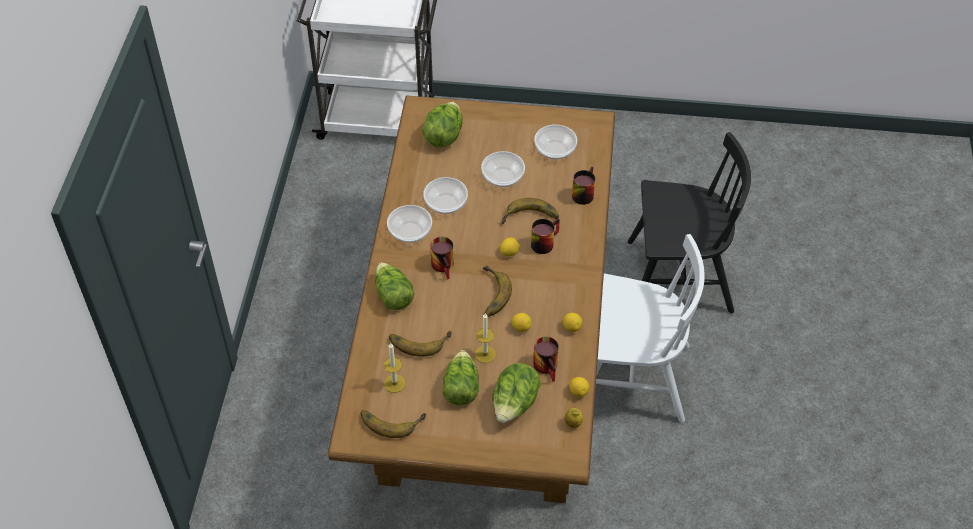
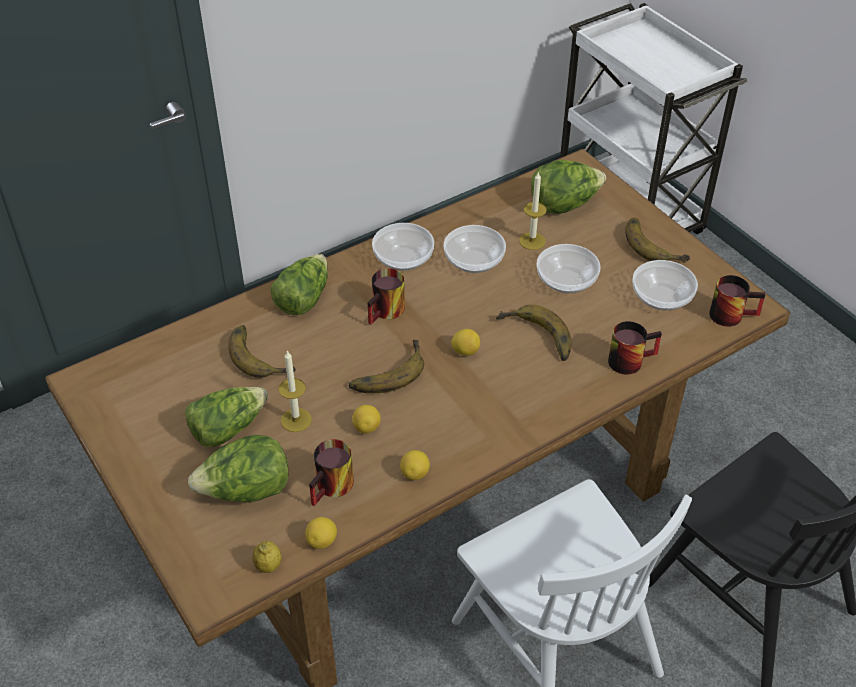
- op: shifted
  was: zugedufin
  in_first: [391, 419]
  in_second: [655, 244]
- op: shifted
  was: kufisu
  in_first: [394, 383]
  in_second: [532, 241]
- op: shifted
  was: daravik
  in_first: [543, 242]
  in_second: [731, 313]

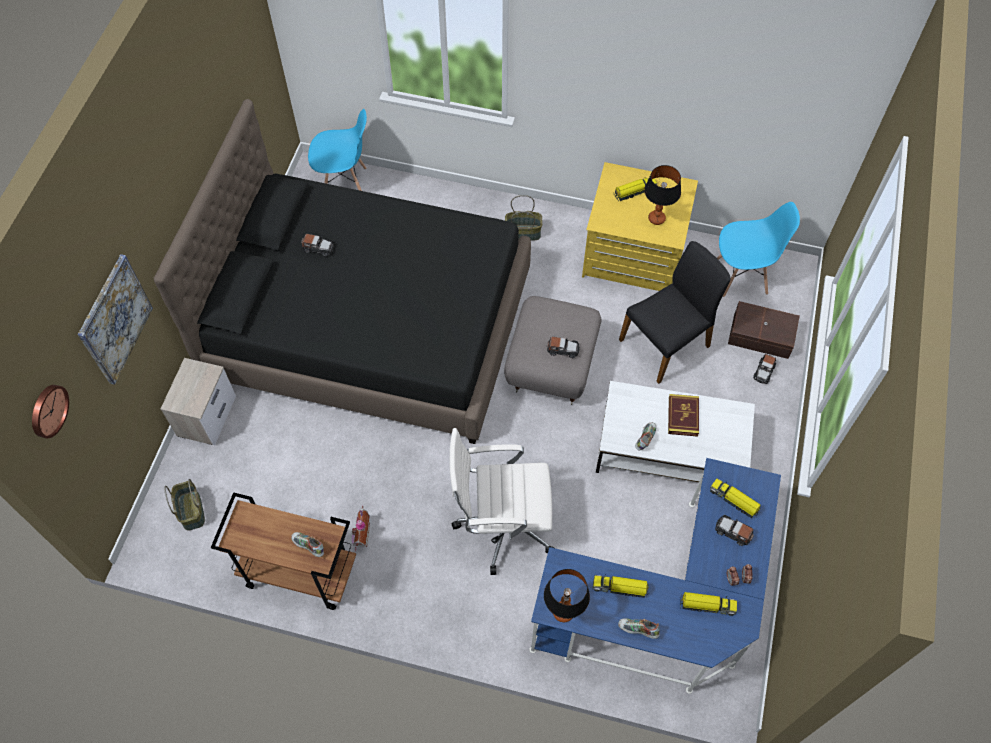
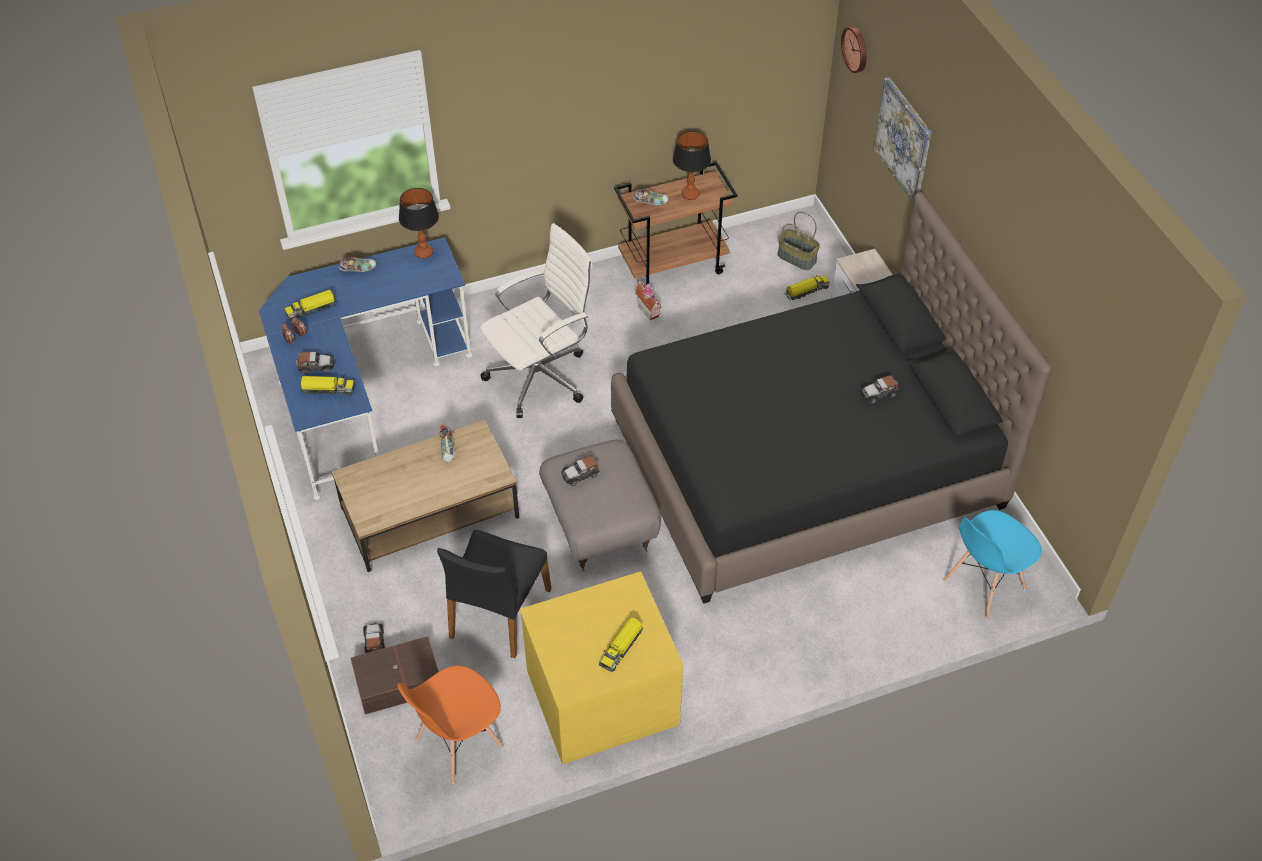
- op: gone
  was: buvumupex
  in_first: [523, 232]
- op: shifted
  was: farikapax
  in_first: [620, 587]
  in_second: [806, 291]
- op: repainted
  was: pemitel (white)
  now: pemitel (brown)
  in_first: [669, 450]
  in_second: [431, 512]
- op: shifted
  was: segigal
  in_first: [657, 218]
  in_second: [690, 195]
- op: gone
  was: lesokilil
  in_first: [683, 416]
- op: repainted
  was: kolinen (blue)
  now: kolinen (orange)
  in_first: [741, 277]
  in_second: [458, 743]

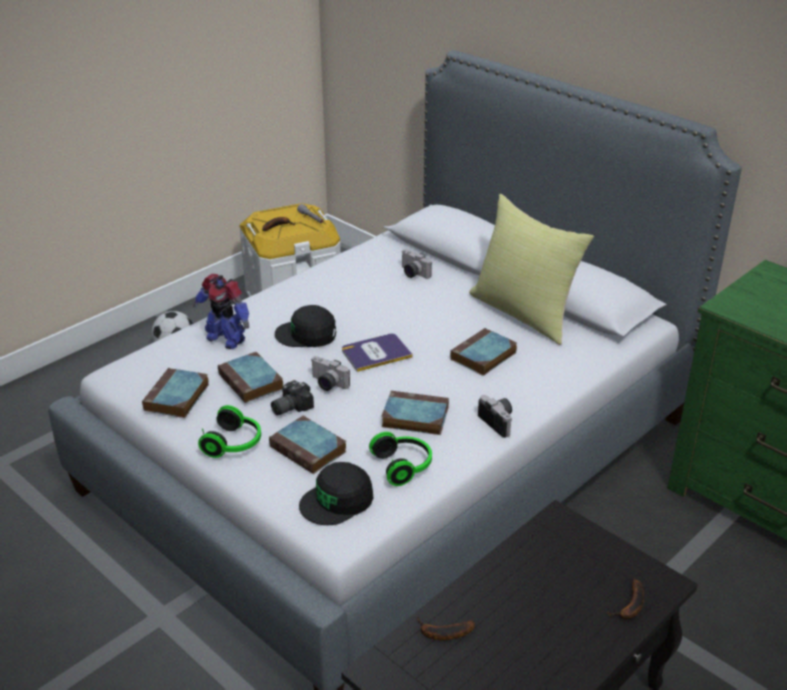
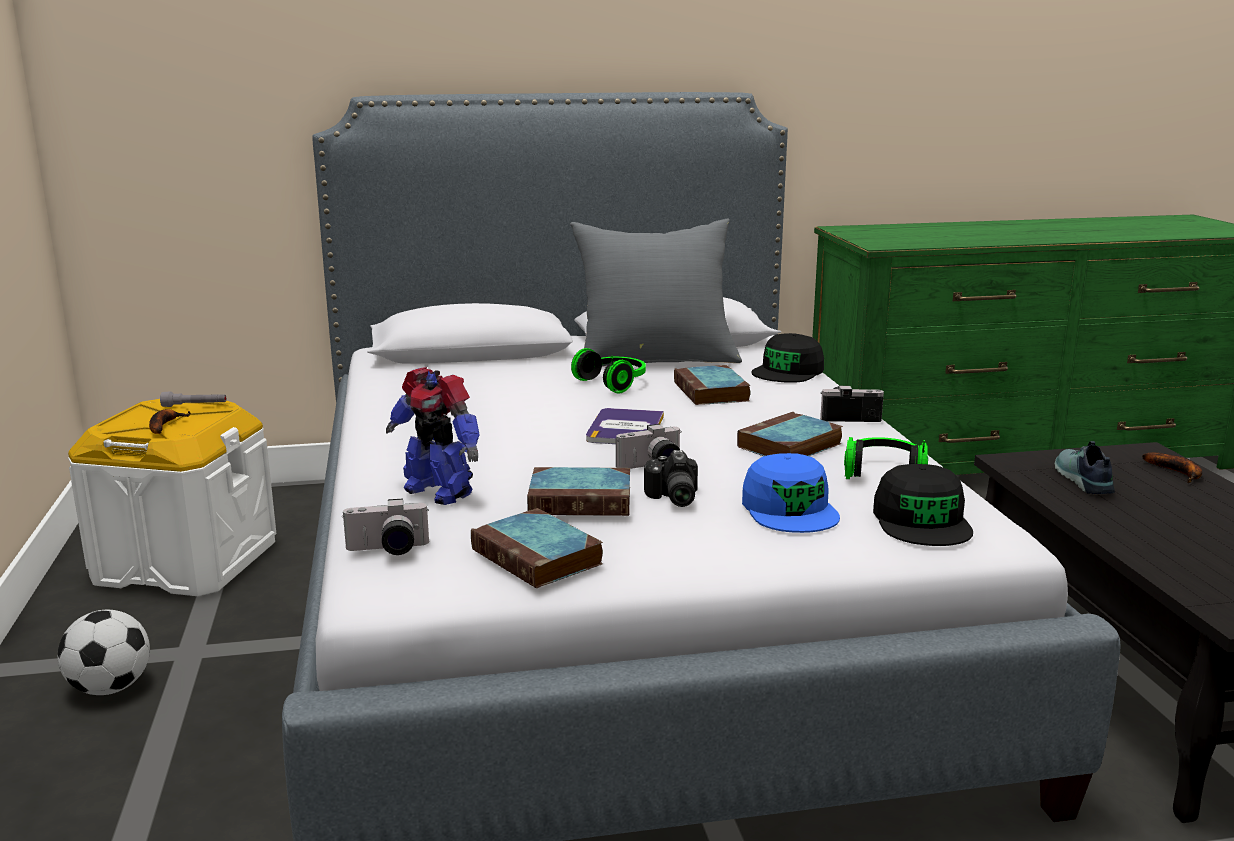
- op: rotated
  was: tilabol
  in_first: [226, 339]
  in_second: [438, 491]
  clockwise: 60
- op: shifted
  was: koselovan
  in_first: [235, 444]
  in_second: [614, 383]
- op: swapped
  was: lesokilil
  now: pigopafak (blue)
  in_first: [309, 449]
  in_second: [790, 509]
- op: shifted
  was: pigopafak (black)
  in_first: [307, 334]
  in_second: [788, 371]
- op: shifted
  was: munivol
  in_first: [412, 273]
  in_second: [388, 550]
- op: gone
  was: zugedufin
  in_first: [442, 633]
- op: repainted
  was: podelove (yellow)
  now: podelove (grey)
  in_first: [525, 313]
  in_second: [655, 359]
- op: new
  now: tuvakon
  in_second: [1081, 479]

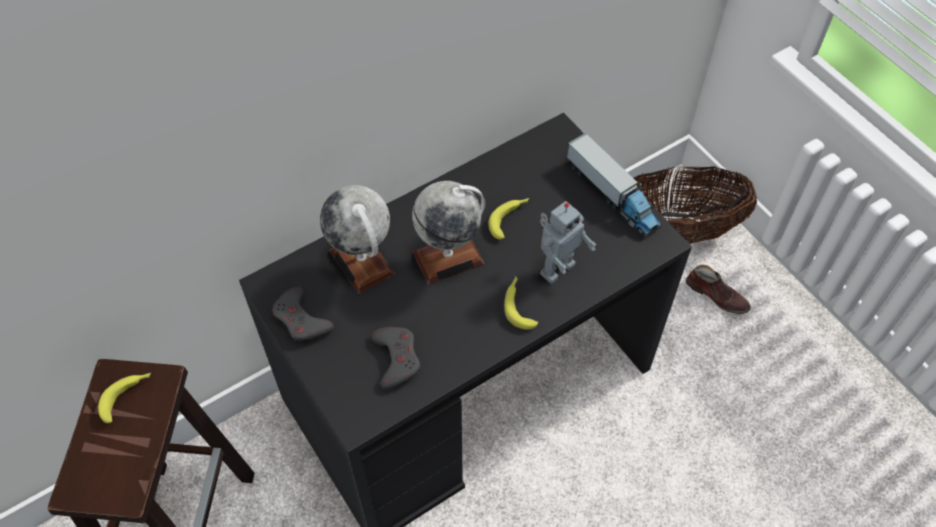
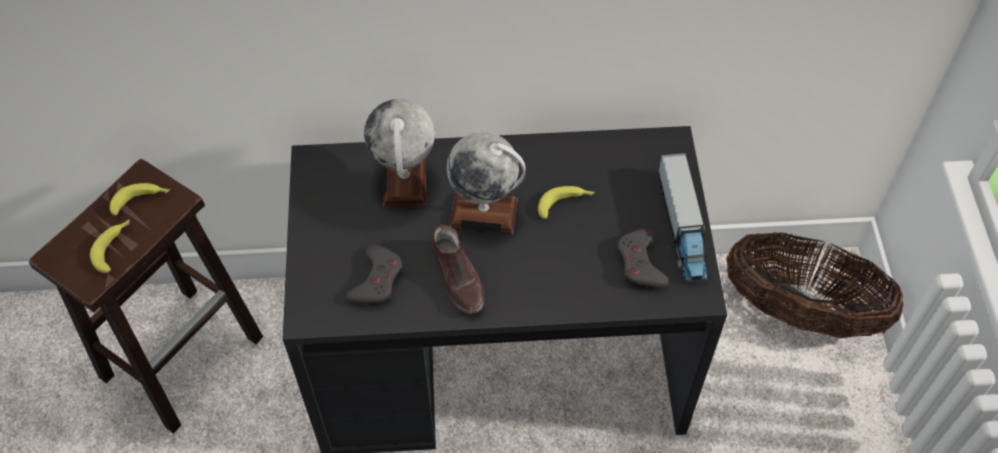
- op: shifted
  was: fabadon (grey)
  in_first: [301, 320]
  in_second: [640, 263]
- op: shifted
  was: zugedufin
  in_first: [519, 305]
  in_second: [114, 247]
- op: gone
  was: tilabol
  in_first: [556, 268]
- op: shifted
  was: tuvakon (brown)
  in_first: [717, 295]
  in_second: [459, 278]

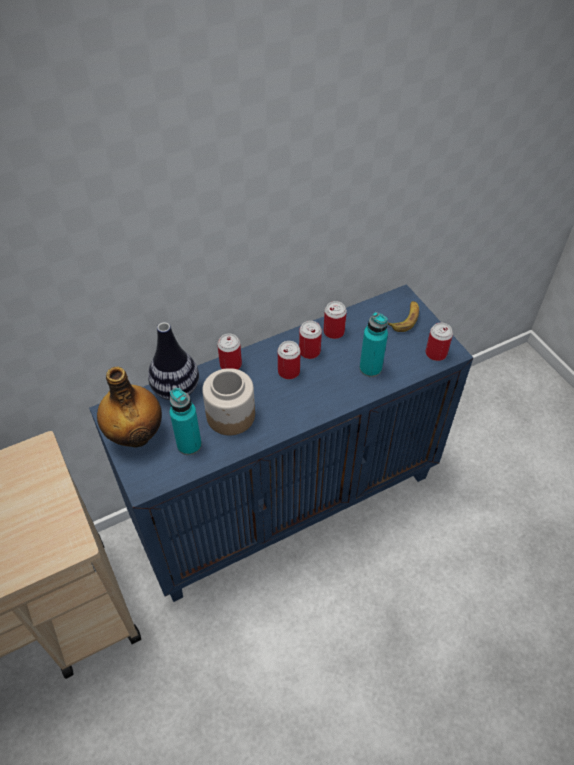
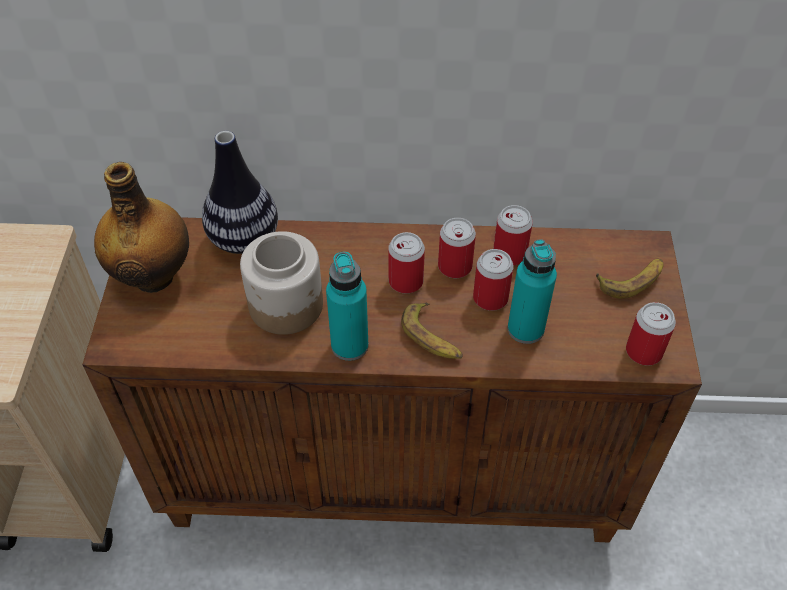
- op: repainted
  was: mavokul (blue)
  now: mavokul (brown)
  in_first: [287, 500]
  in_second: [396, 472]
- op: shifted
  was: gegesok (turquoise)
  in_first: [189, 445]
  in_second: [349, 345]
- op: shifted
  was: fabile
  in_first: [230, 364]
  in_second: [490, 298]
- op: new
  now: zugedufin
  in_second: [432, 337]

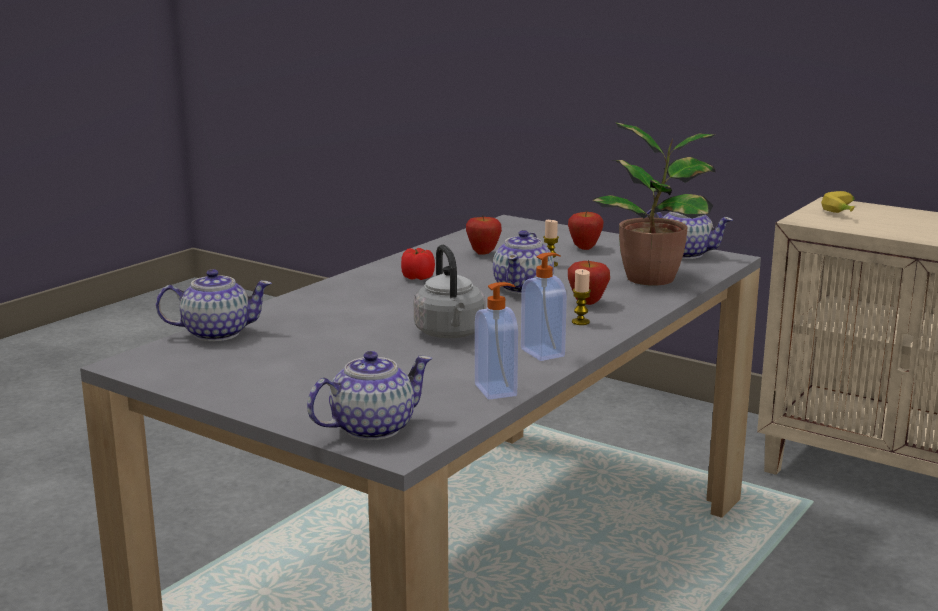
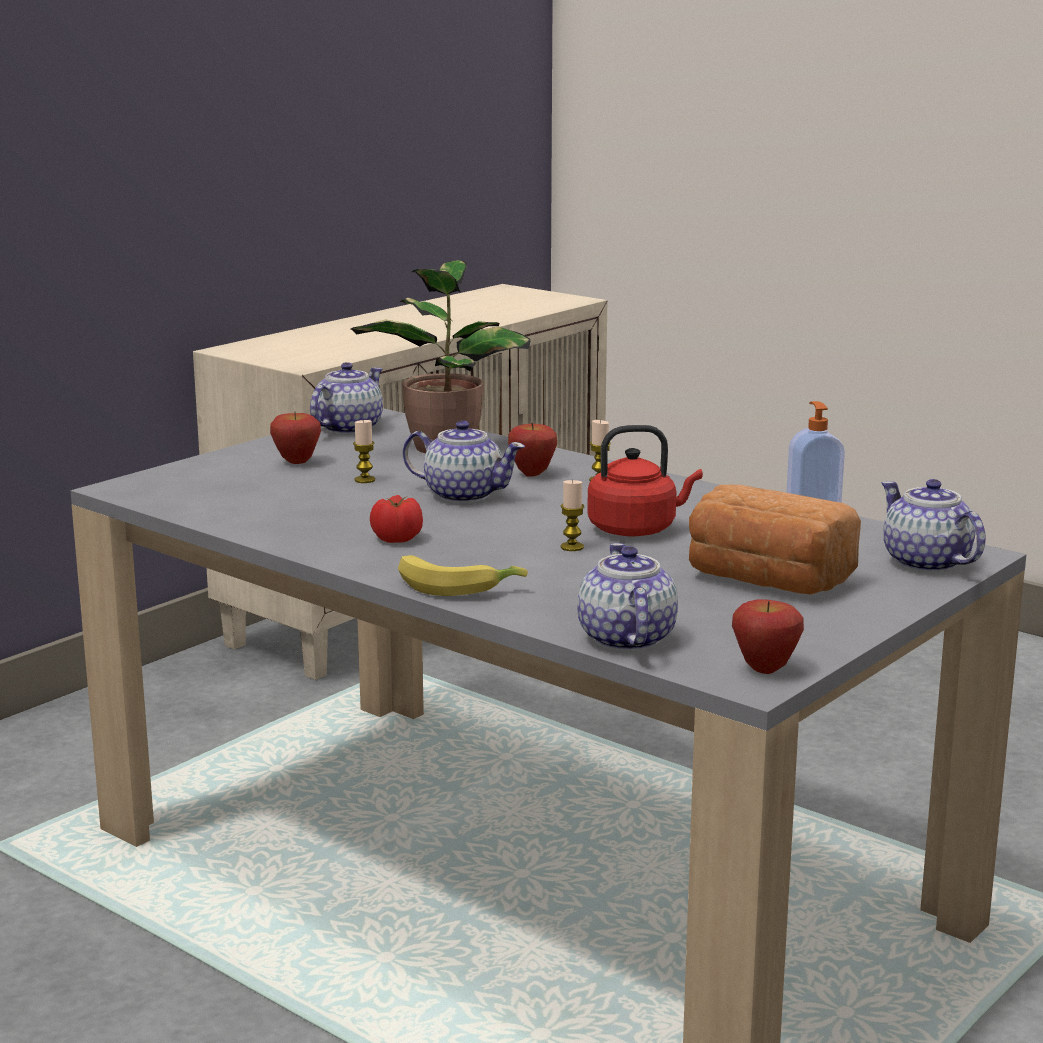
- op: repainted
  was: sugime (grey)
  now: sugime (red)
  in_first: [450, 334]
  in_second: [636, 529]
- op: shifted
  was: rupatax
  in_first: [483, 253]
  in_second: [765, 669]
- op: gone
  was: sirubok
  in_first: [544, 353]
- op: shifted
  was: zugedufin
  in_first: [844, 211]
  in_second: [456, 586]
- op: new
  now: kufisu
  in_second: [572, 547]
- op: new
  now: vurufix
  in_second: [765, 580]

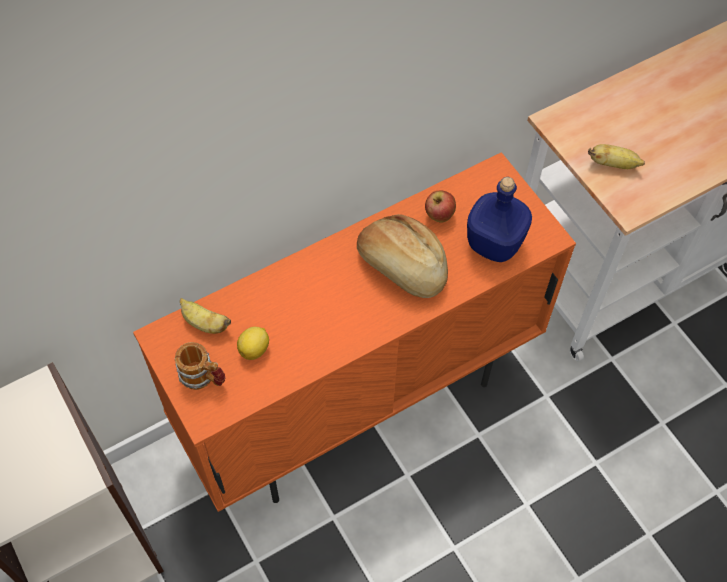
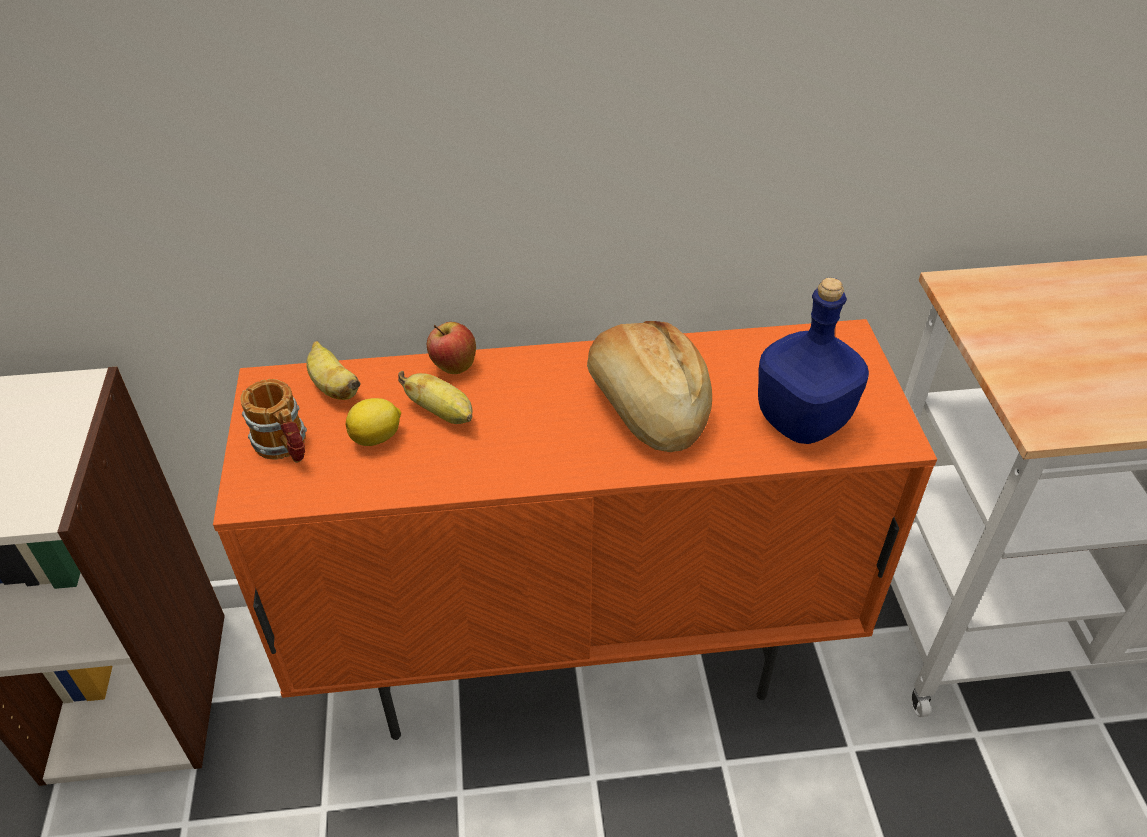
- op: shifted
  was: rupatax
  in_first: [439, 216]
  in_second: [453, 366]
- op: shifted
  was: zugedufin
  in_first: [613, 164]
  in_second: [442, 413]

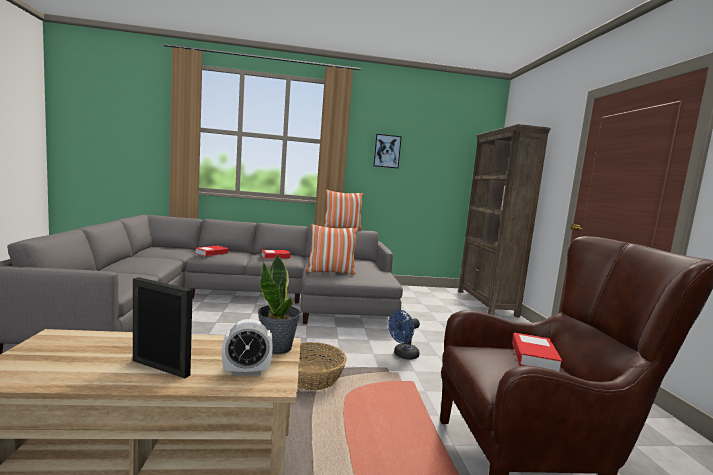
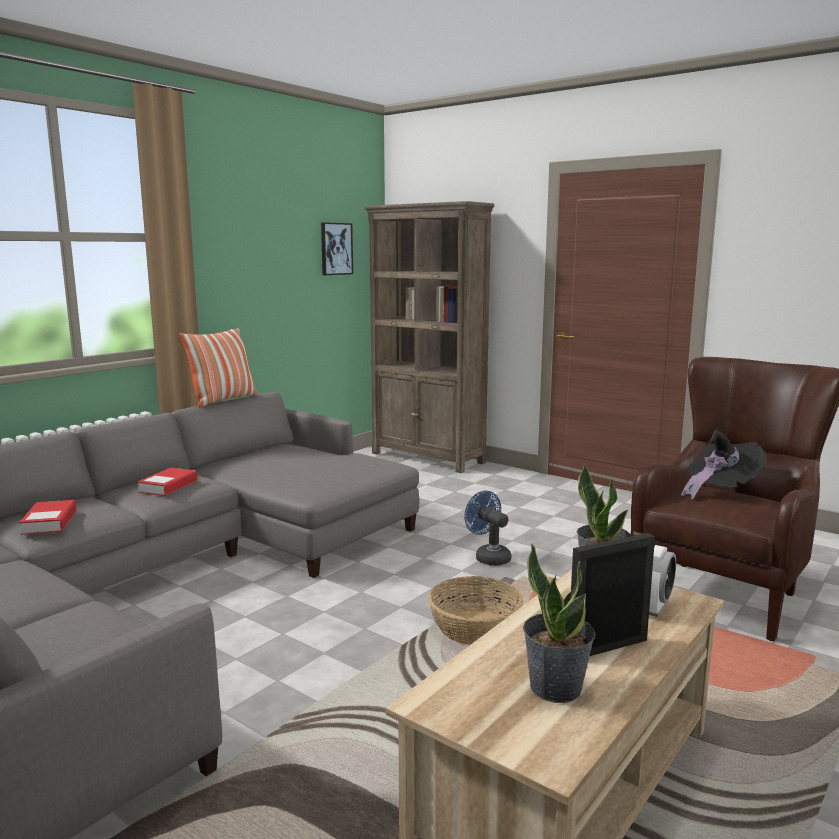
- op: gone
  was: podelove
  in_first: [330, 272]
- op: shifted
  was: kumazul
  in_first: [387, 151]
  in_second: [336, 249]
- op: rotated
  was: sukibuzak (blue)
  in_first: [403, 355]
  in_second: [488, 557]
  clockwise: 135
- op: swapped
  was: lesokilil
  now: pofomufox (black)
  in_first: [534, 357]
  in_second: [719, 490]
- op: new
  now: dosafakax
  in_second: [555, 687]

